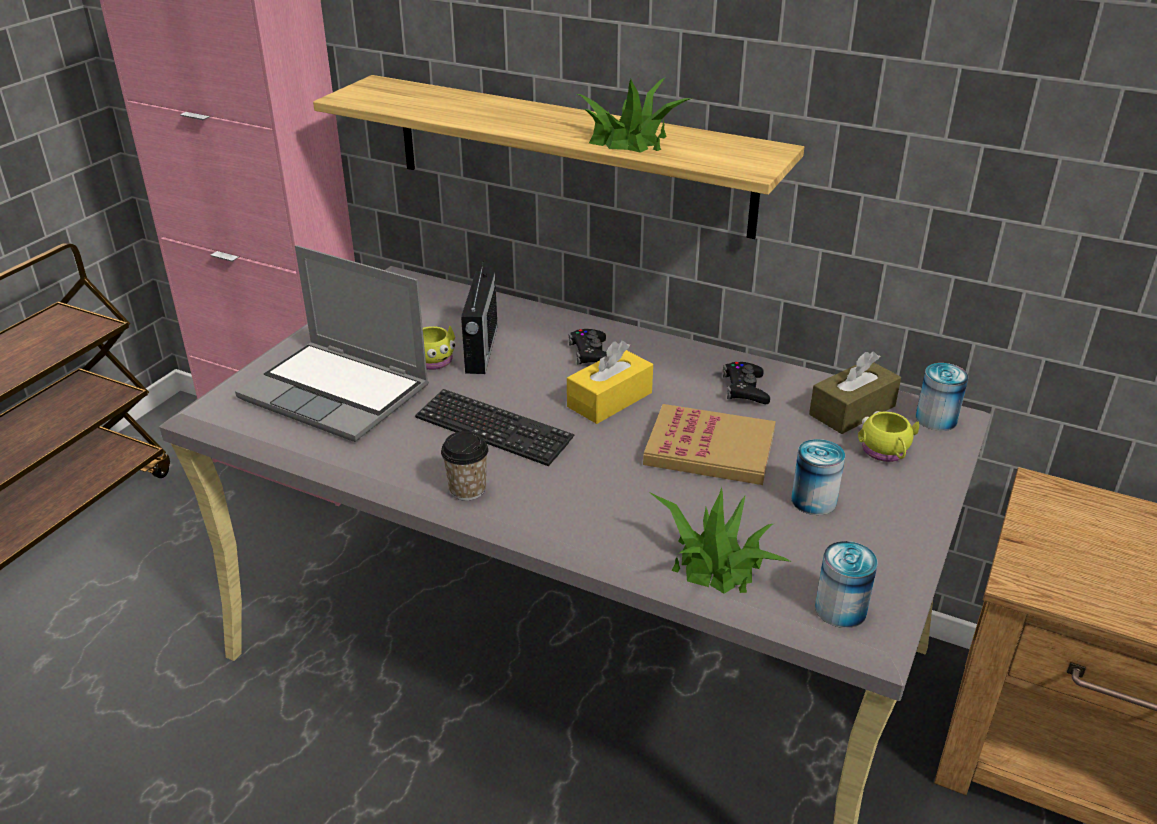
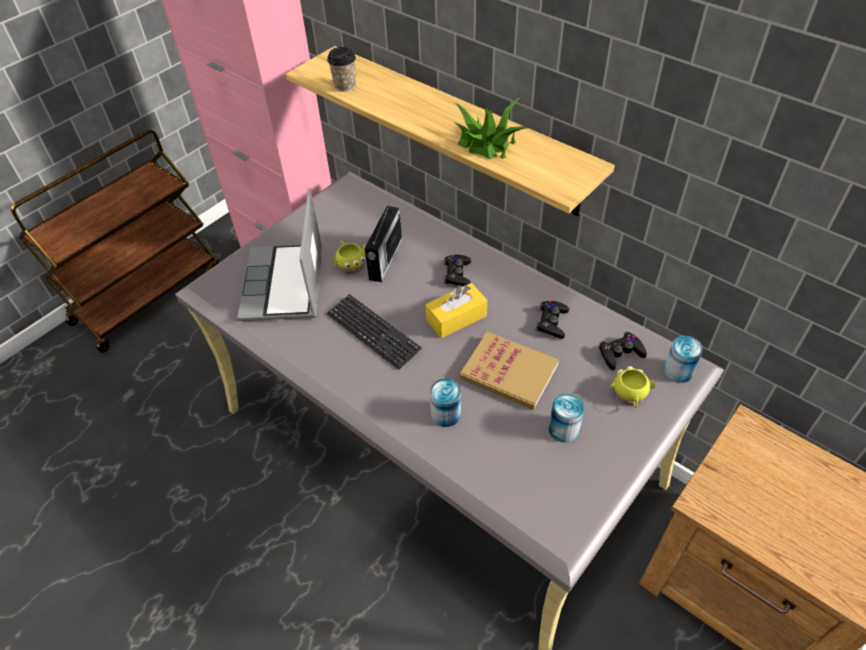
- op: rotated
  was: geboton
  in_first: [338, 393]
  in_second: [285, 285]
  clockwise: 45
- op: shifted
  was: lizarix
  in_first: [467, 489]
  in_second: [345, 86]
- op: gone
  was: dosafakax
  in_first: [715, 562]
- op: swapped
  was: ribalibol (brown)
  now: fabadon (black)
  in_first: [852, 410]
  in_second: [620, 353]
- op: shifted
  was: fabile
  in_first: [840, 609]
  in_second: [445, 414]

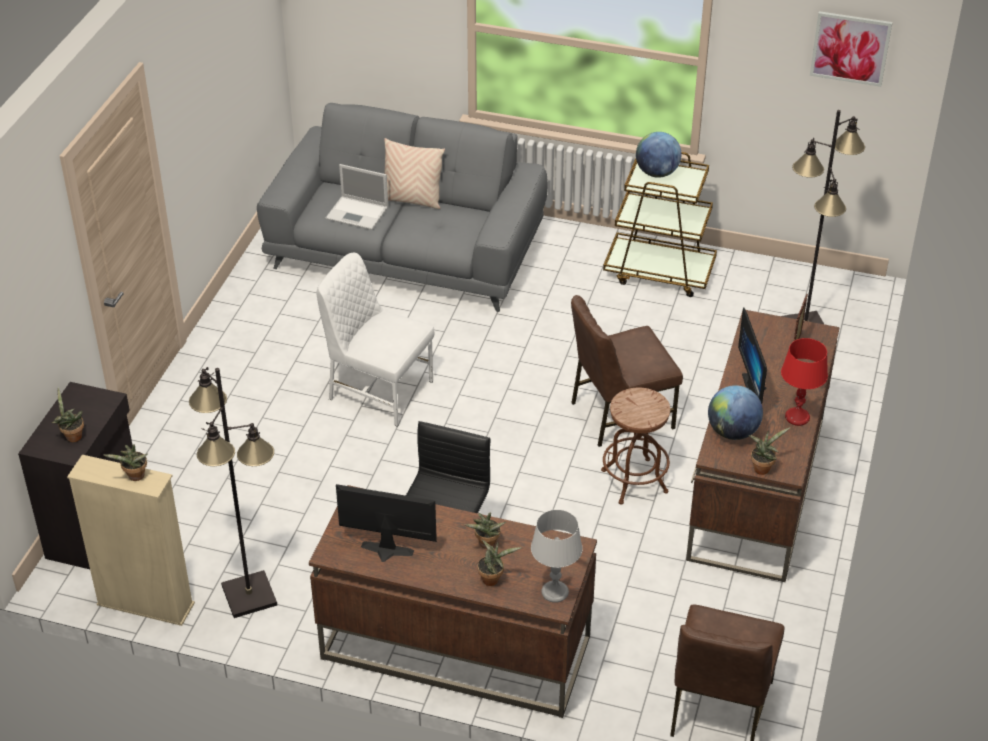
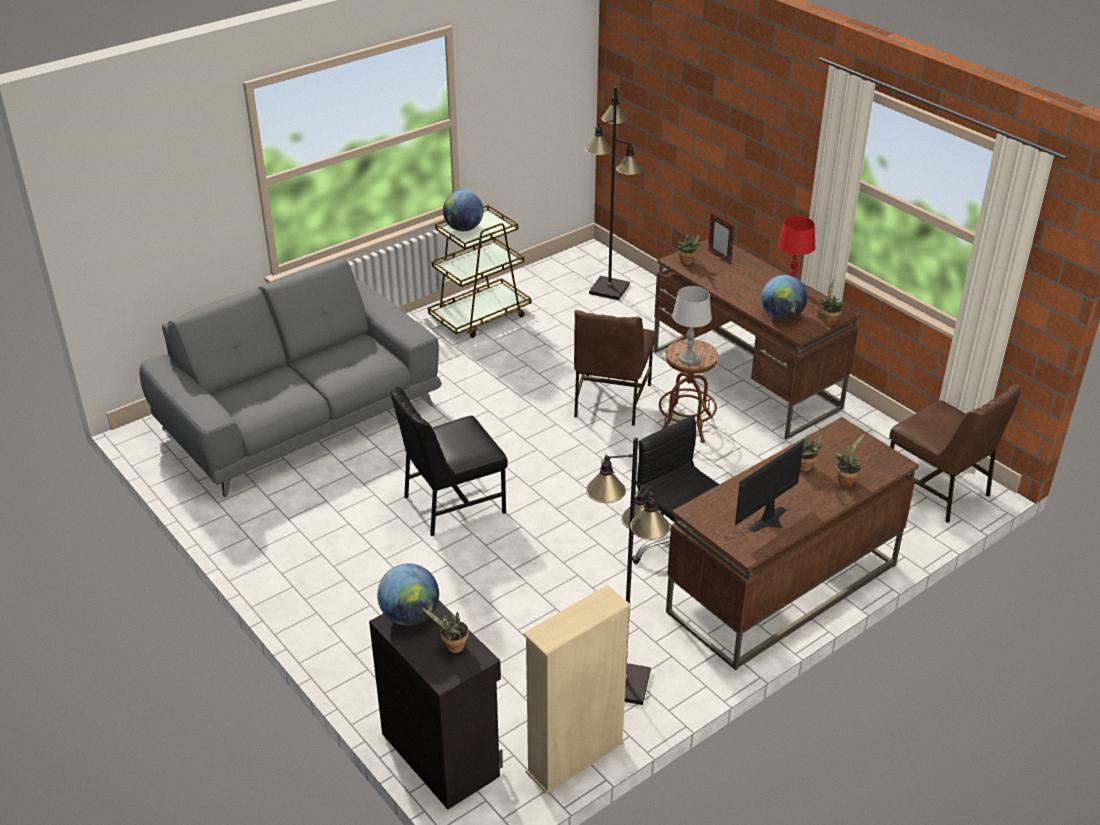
- op: shifted
  was: dosafakax
  in_first: [135, 477]
  in_second: [687, 263]
- op: repainted
  was: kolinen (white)
  now: kolinen (black)
  in_first: [378, 390]
  in_second: [452, 504]
- op: gone
  was: geboton
  in_first: [358, 213]
- op: gone
  was: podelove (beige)
  in_first: [412, 200]
- op: shifted
  was: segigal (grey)
  in_first: [555, 592]
  in_second: [688, 358]
- op: gone
  was: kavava
  in_first: [756, 388]
- op: gone
  was: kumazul
  in_first: [850, 48]
- op: new
  now: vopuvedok
  in_second: [410, 616]

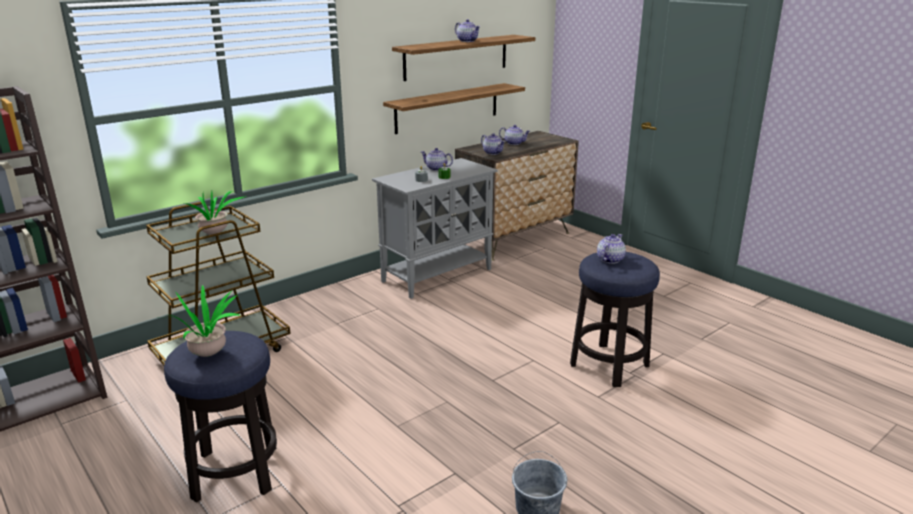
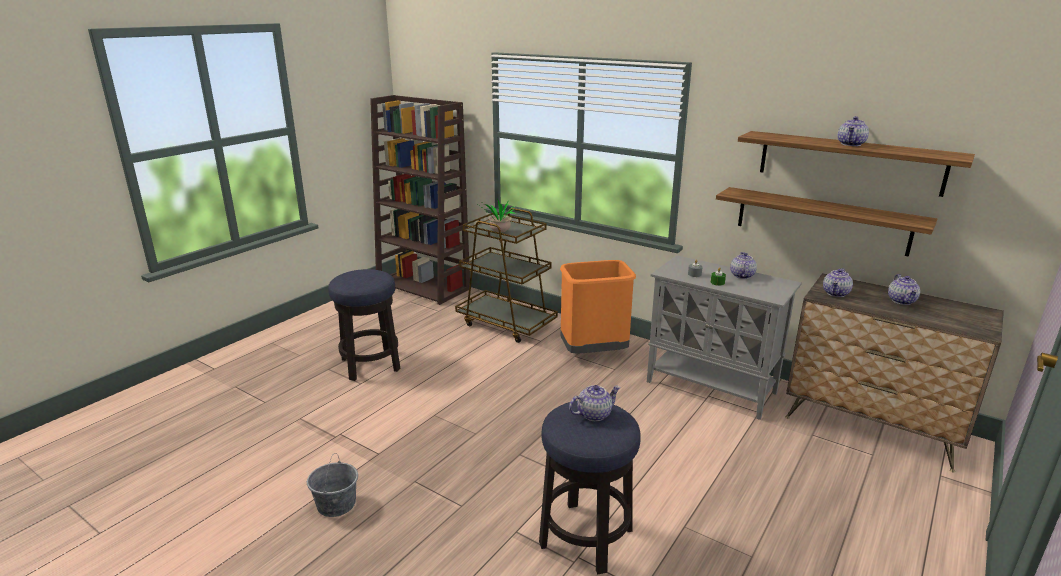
- op: gone
  was: dosafakax
  in_first: [208, 353]
- op: rotated
  was: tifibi
  in_first: [610, 259]
  in_second: [594, 414]
  clockwise: -45
- op: new
  now: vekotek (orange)
  in_second: [594, 353]

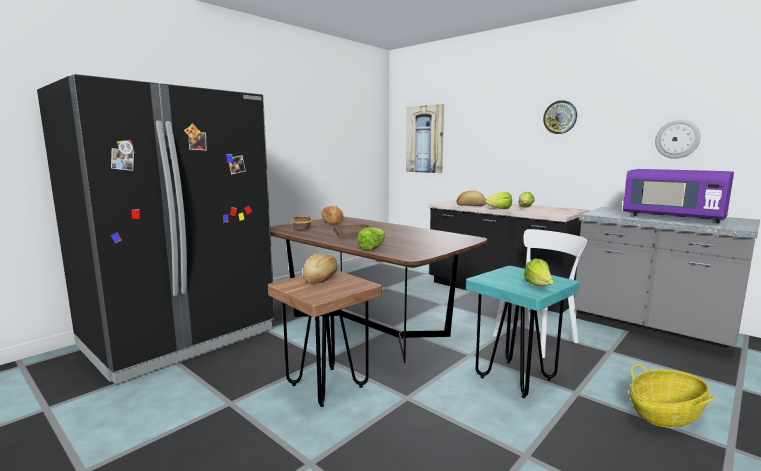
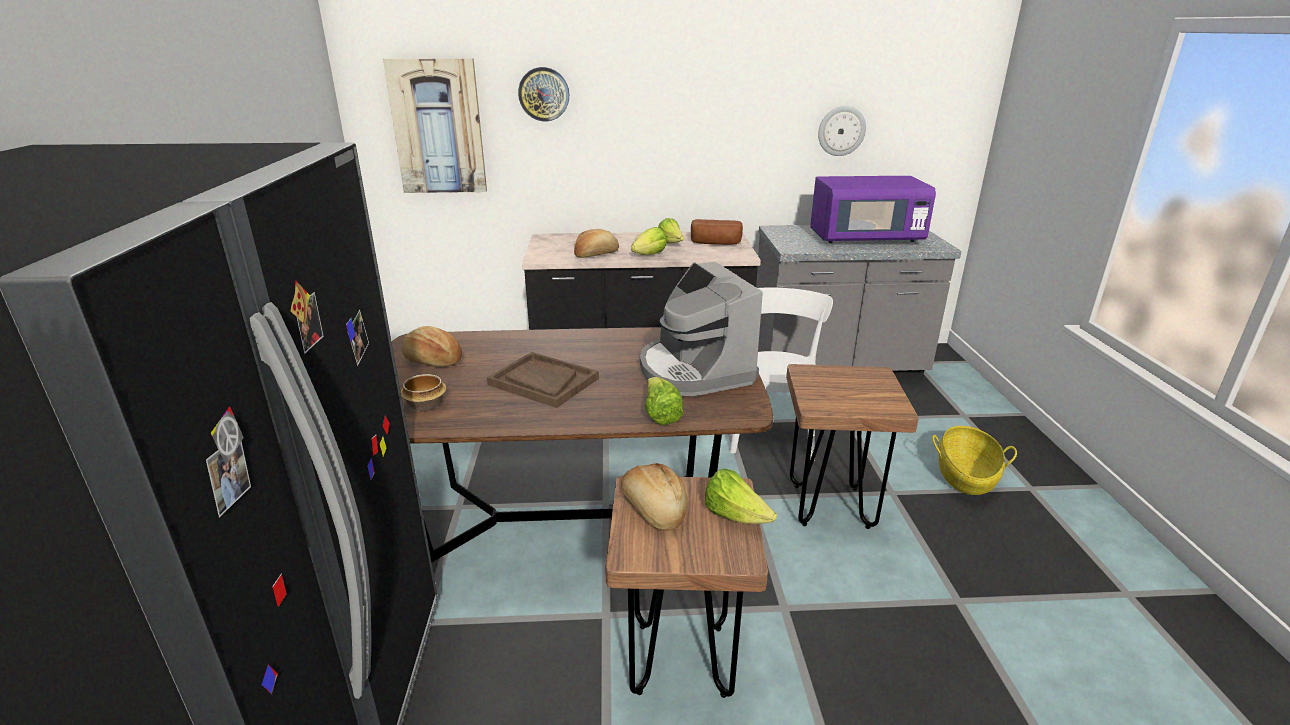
- op: repainted
  was: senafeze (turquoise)
  now: senafeze (brown)
  in_first: [515, 379]
  in_second: [830, 506]
- op: shifted
  was: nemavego
  in_first: [539, 286]
  in_second: [735, 516]
- op: shifted
  was: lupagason
  in_first: [560, 117]
  in_second: [544, 94]
- op: new
  now: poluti
  in_second: [694, 370]
- op: new
  now: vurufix
  in_second: [715, 243]

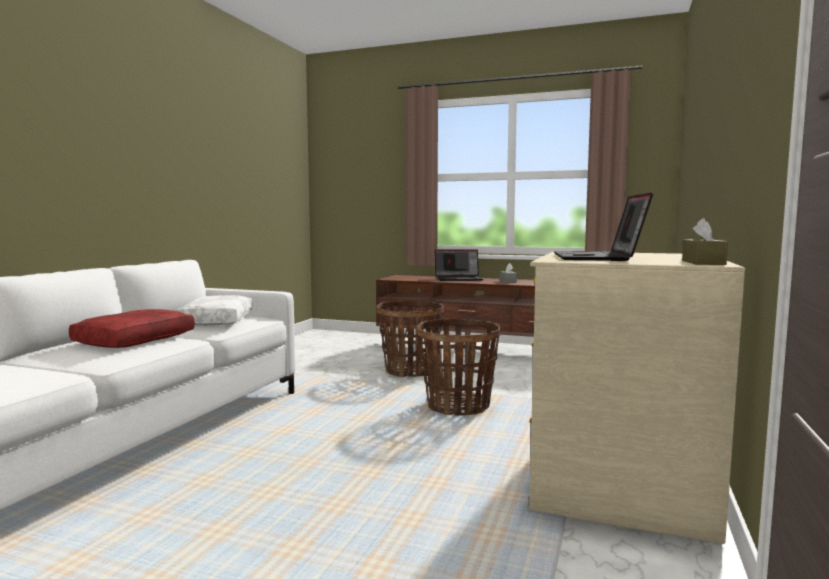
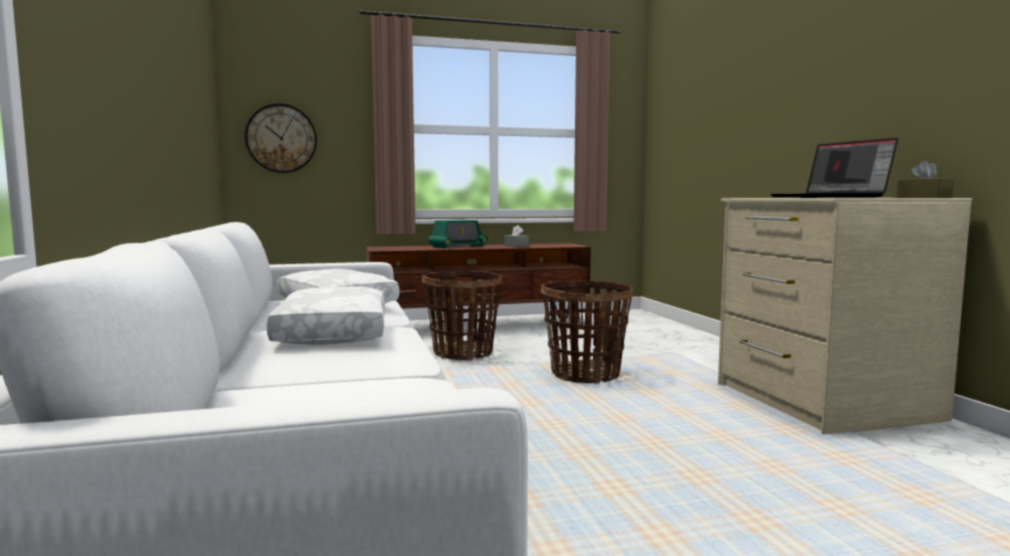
- op: repainted
  was: podelove (red)
  now: podelove (white)
  in_first: [135, 340]
  in_second: [331, 333]
- op: swapped
  was: geboton
  now: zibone
  in_first: [459, 279]
  in_second: [458, 246]
- op: new
  now: lupagason
  in_second: [281, 138]

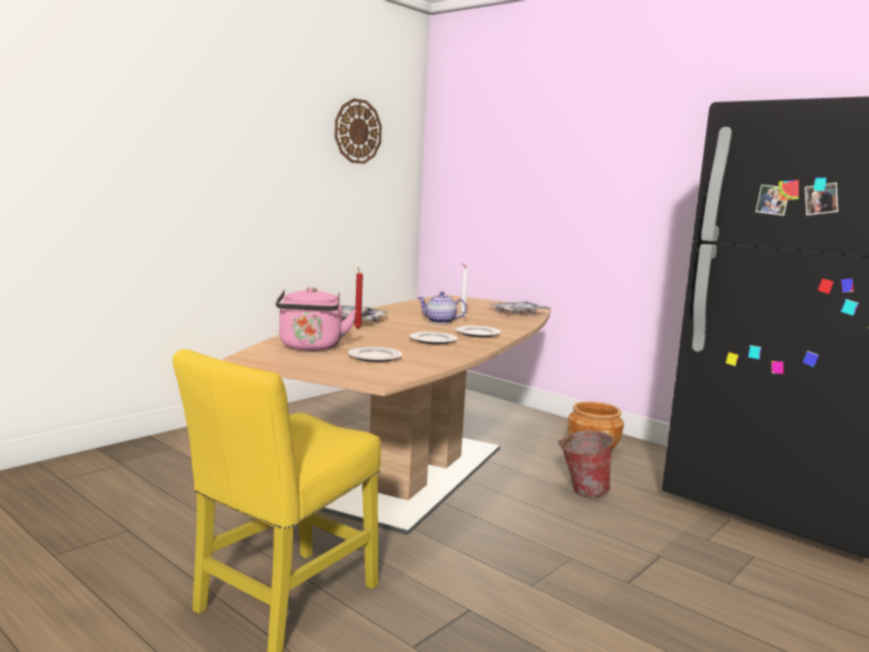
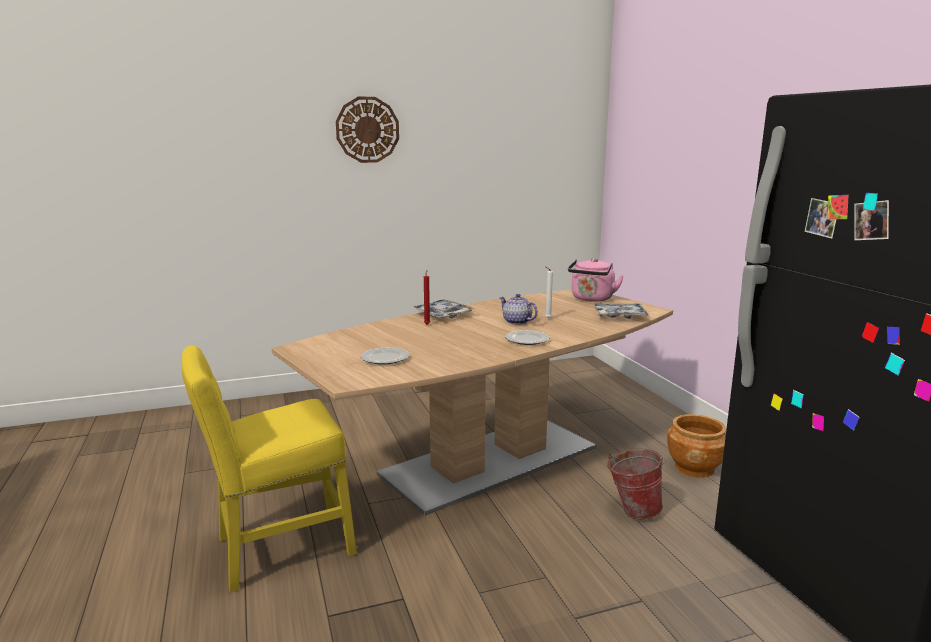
- op: shifted
  was: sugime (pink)
  in_first: [311, 347]
  in_second: [591, 299]
- op: shifted
  was: lupagason
  in_first: [357, 131]
  in_second: [367, 130]
- op: gone
  was: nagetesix
  in_first: [432, 340]

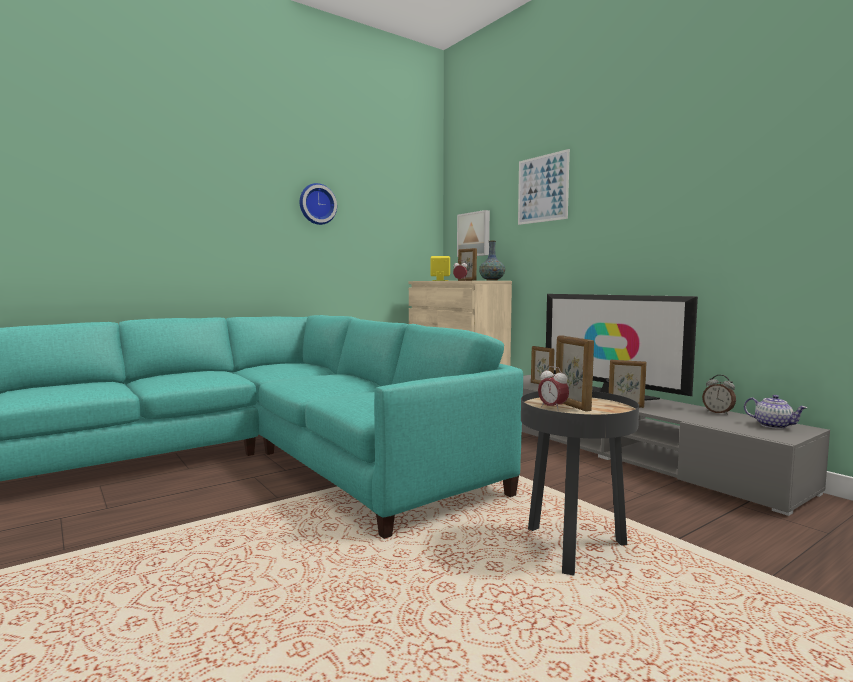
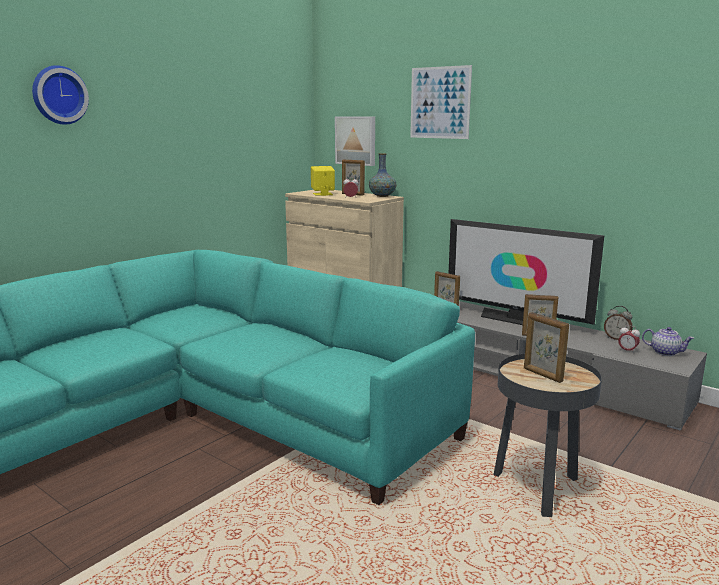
- op: shifted
  was: lupagason
  in_first: [317, 204]
  in_second: [58, 95]
- op: shifted
  was: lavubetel
  in_first: [552, 408]
  in_second: [627, 351]

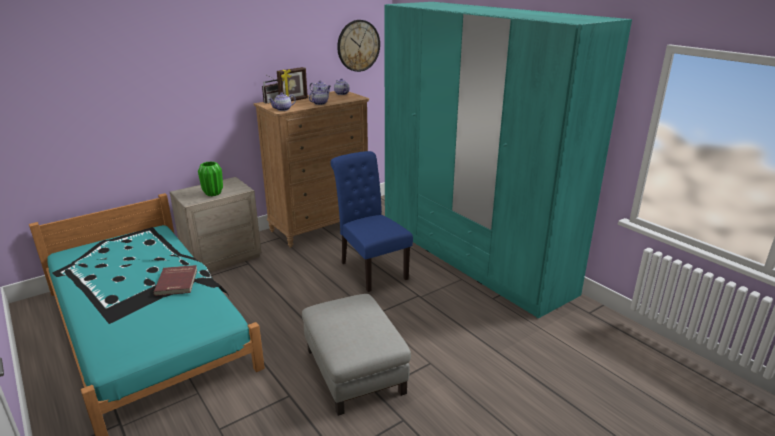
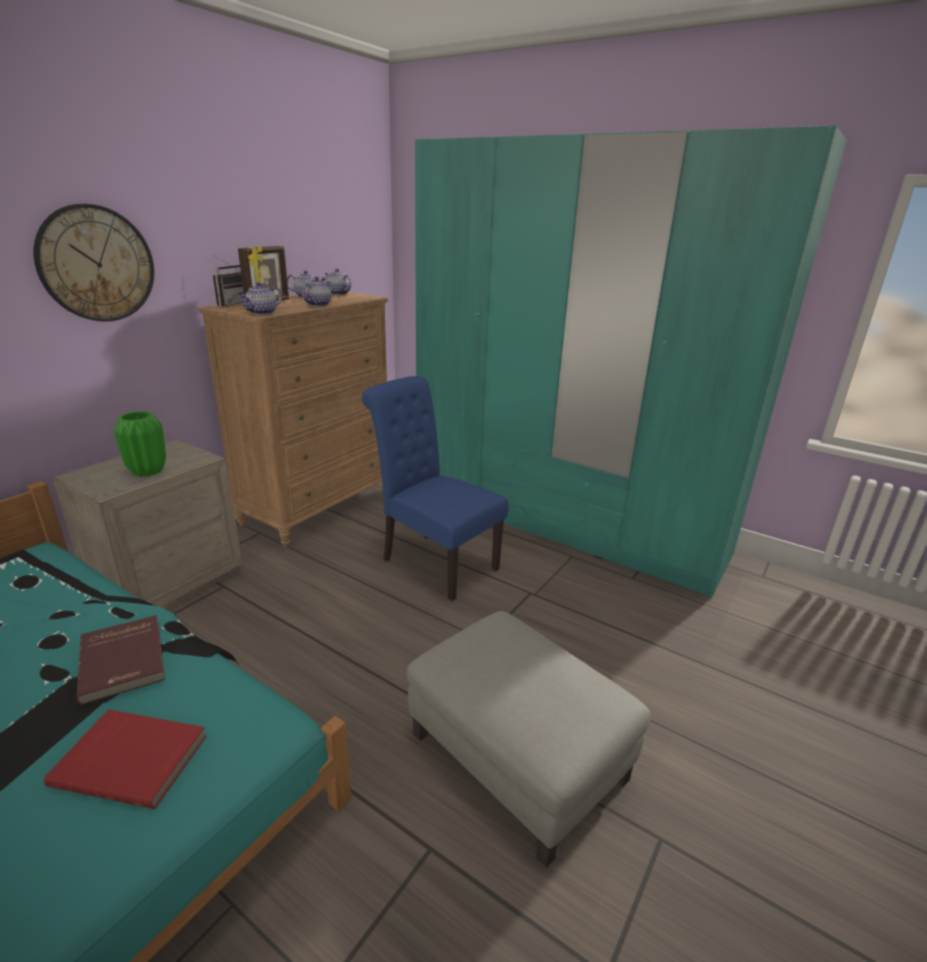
- op: shifted
  was: lupagason
  in_first: [358, 46]
  in_second: [96, 264]
- op: new
  now: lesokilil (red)
  in_second: [132, 758]

